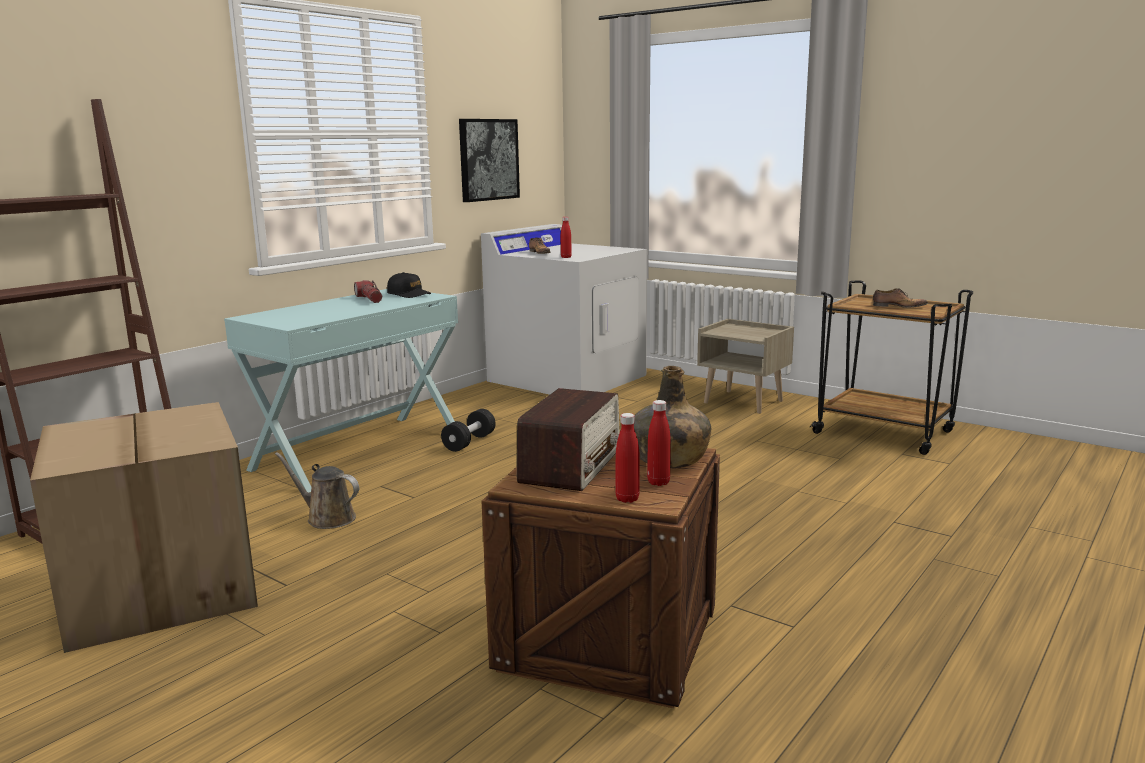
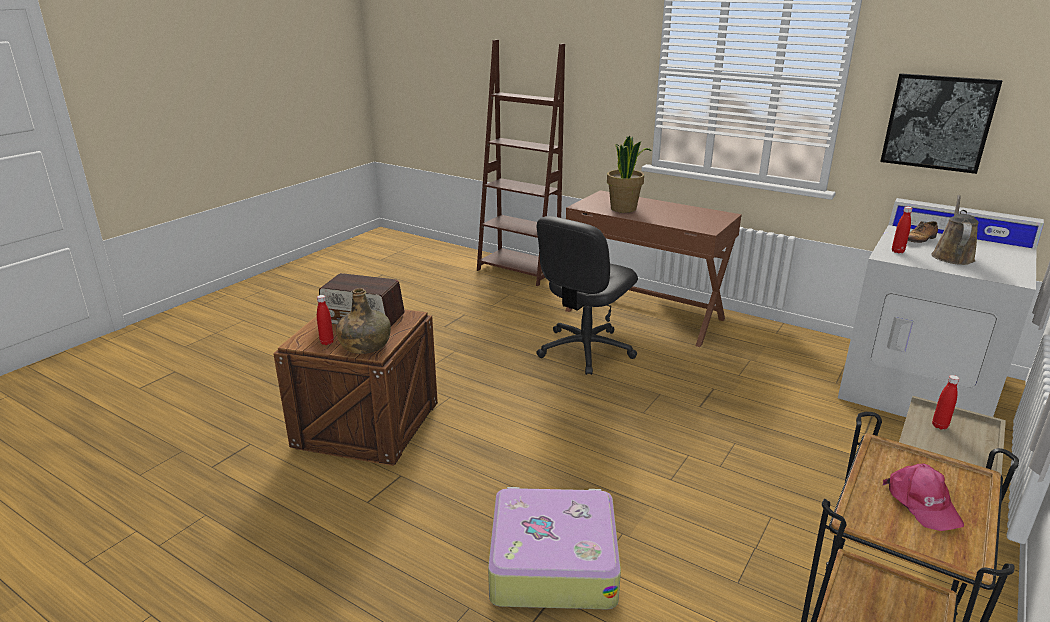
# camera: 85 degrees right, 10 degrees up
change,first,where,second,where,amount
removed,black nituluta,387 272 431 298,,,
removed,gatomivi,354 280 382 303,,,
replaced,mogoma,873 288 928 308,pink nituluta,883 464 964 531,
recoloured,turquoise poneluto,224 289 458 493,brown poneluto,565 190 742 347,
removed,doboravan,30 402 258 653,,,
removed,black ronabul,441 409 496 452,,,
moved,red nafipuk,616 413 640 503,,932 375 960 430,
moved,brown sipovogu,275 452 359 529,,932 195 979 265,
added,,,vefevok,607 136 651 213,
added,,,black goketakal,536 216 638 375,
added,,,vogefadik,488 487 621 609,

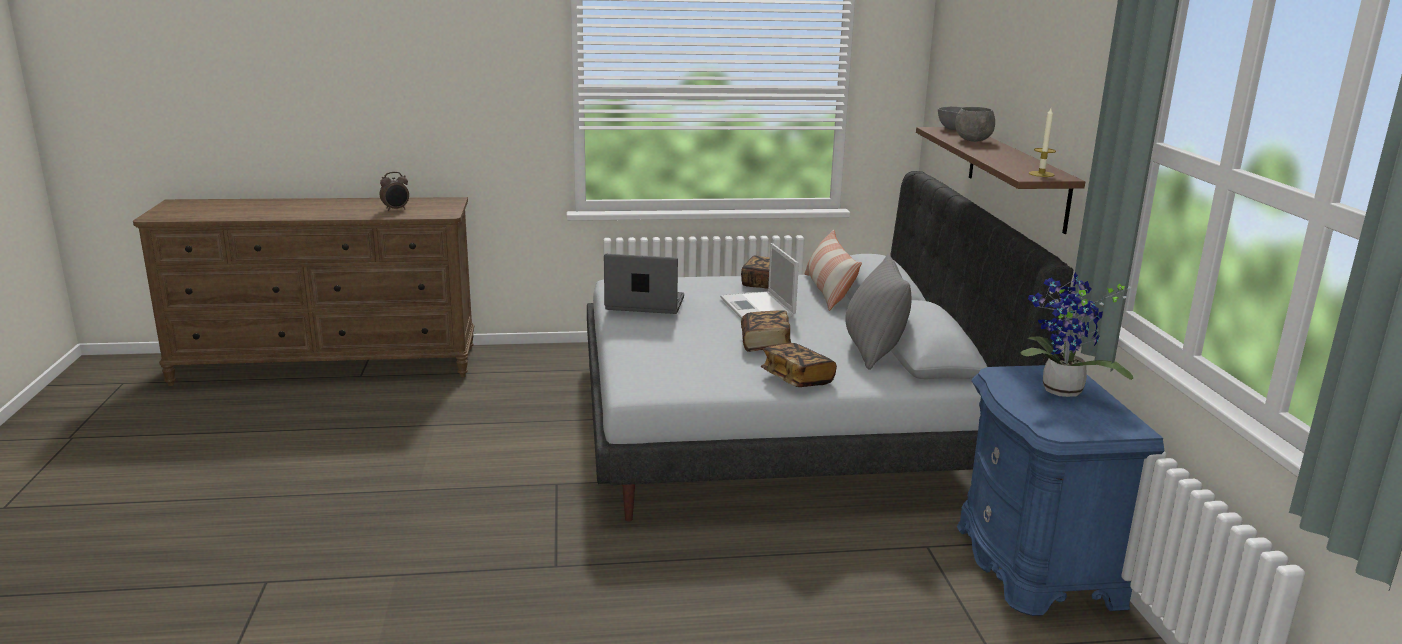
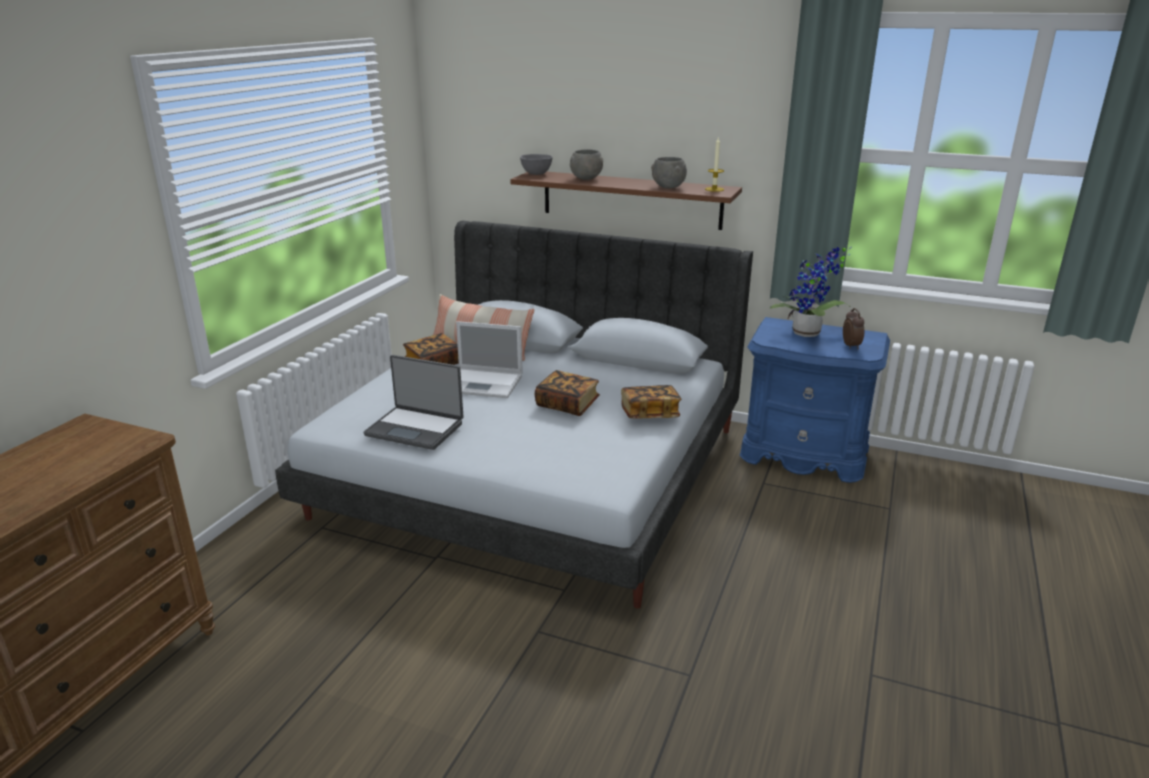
# camera: 60 degrees left, 5 degrees up
change,first,where,second,where,amount
moved,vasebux,380 172 409 211,,843 308 864 349,
turned,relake,604 254 684 314,,364 355 463 450,105 degrees counterclockwise
removed,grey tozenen,845 255 911 370,,,
added,,,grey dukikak,651 157 687 189,

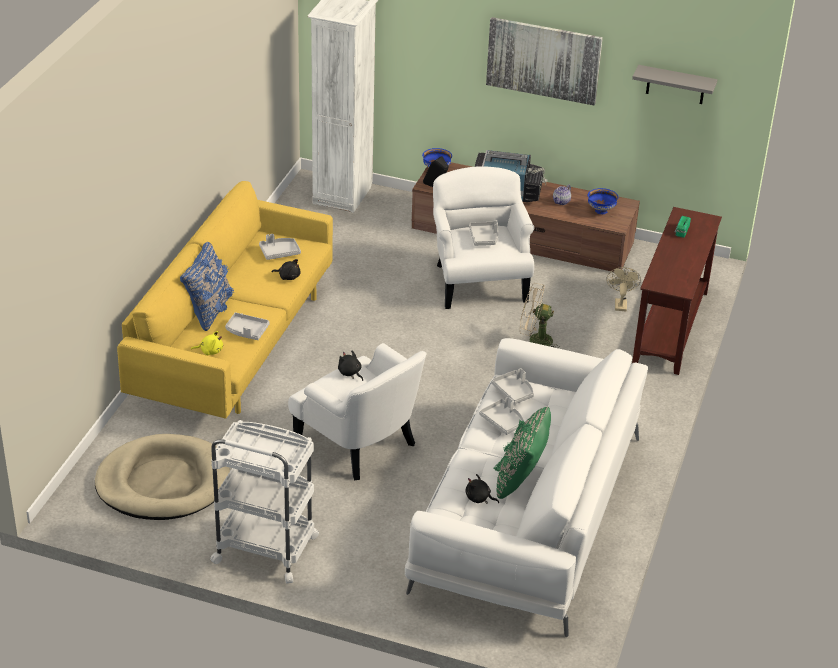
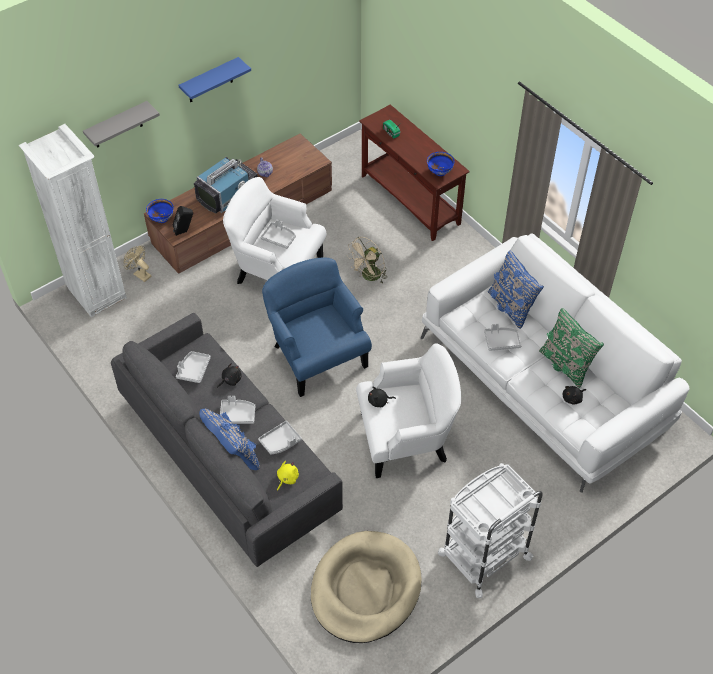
# camera: 55 degrees left, 15 degrees up
change,first,where,second,where,amount
replaced,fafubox,486 17 603 105,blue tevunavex,178 57 251 102,
moved,grey tevunavex,632 65 718 104,,83 101 160 148,
recoloured,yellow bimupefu,117 181 333 419,grey bimupefu,111 313 343 567,
moved,blue dukikak,588 188 618 214,,427 152 455 176,
moved,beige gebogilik,606 267 641 311,,124 246 152 282,
moved,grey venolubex,491 368 534 404,,220 396 255 424,
added,,,blue tozenen,488 250 544 329,
added,,,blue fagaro,262 257 372 397,

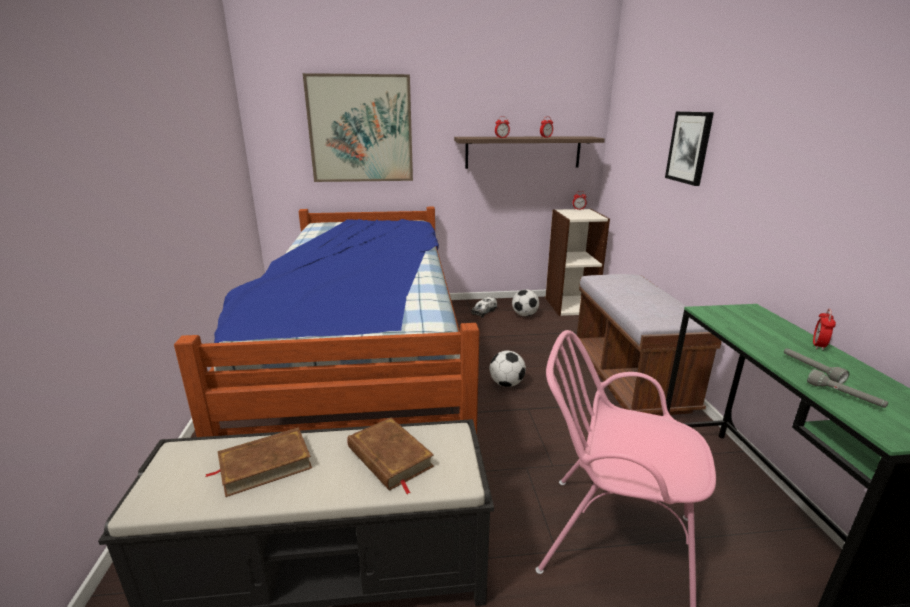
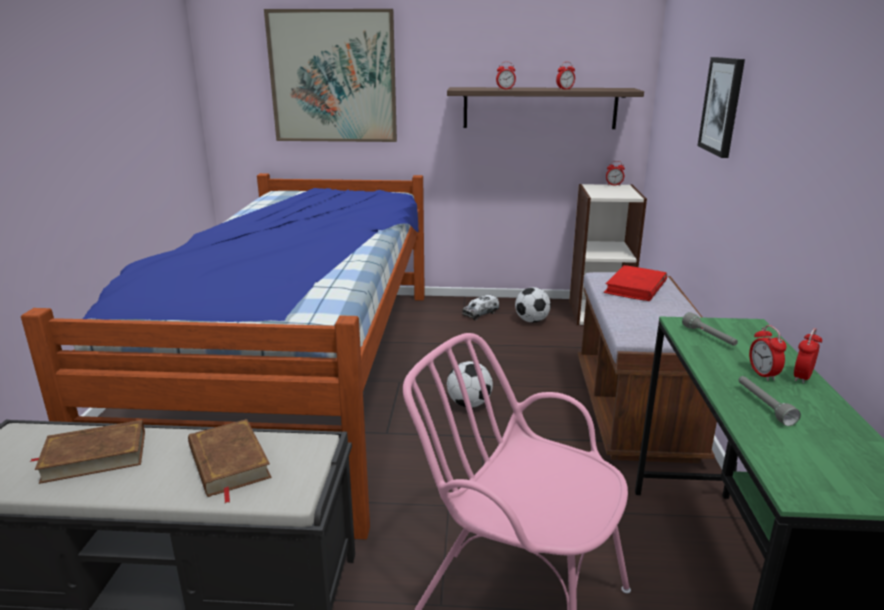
# camera: 10 degrees right, 0 degrees up
change,first,where,second,where,amount
moved,grey gatomivi,807 369 888 408,,682 312 738 346,
added,,,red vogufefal,604 265 667 301,
added,,,vasebux,749 325 787 381,

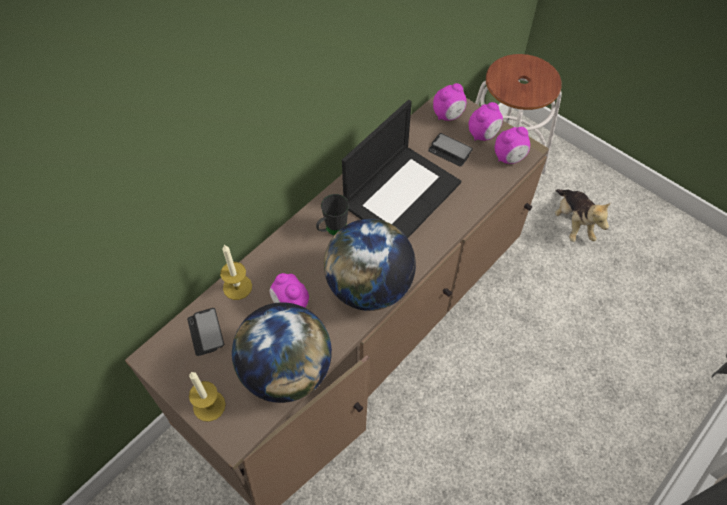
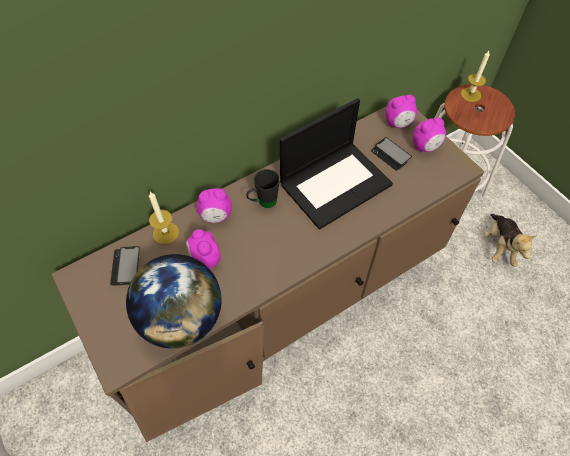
# camera: 15 degrees right, 0 degrees up
change,first,where,second,where,amount
moved,vasebux,495 127 530 164,,197 188 232 223,
removed,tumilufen,324 219 416 311,,,
moved,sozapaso,189 372 226 422,,461 51 490 102,

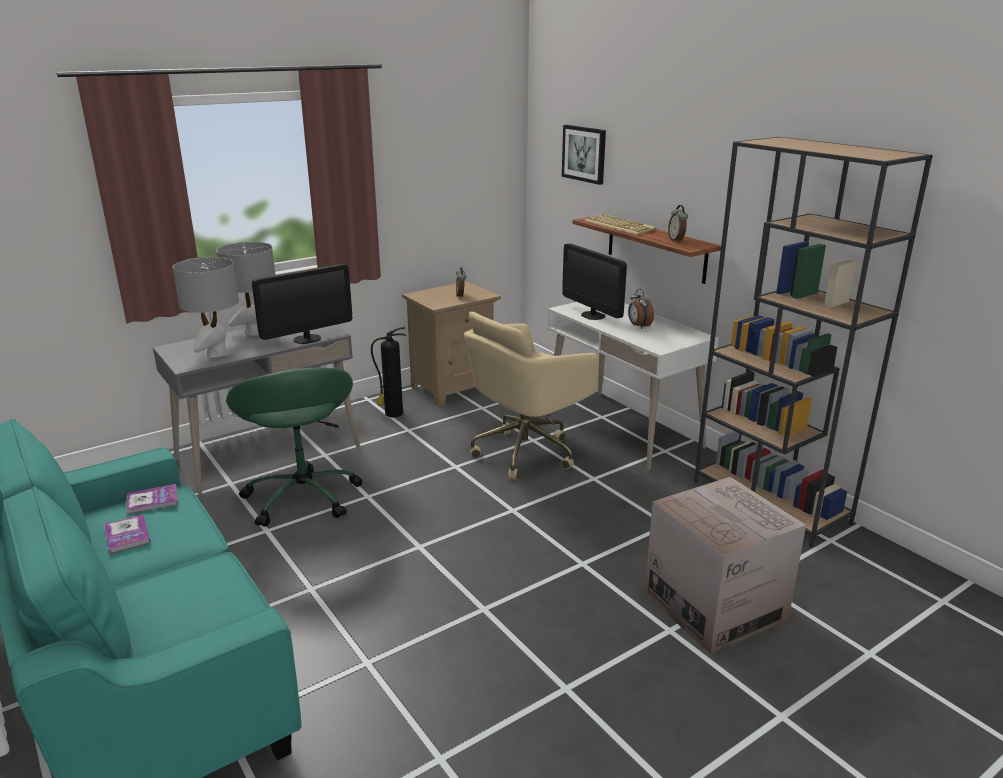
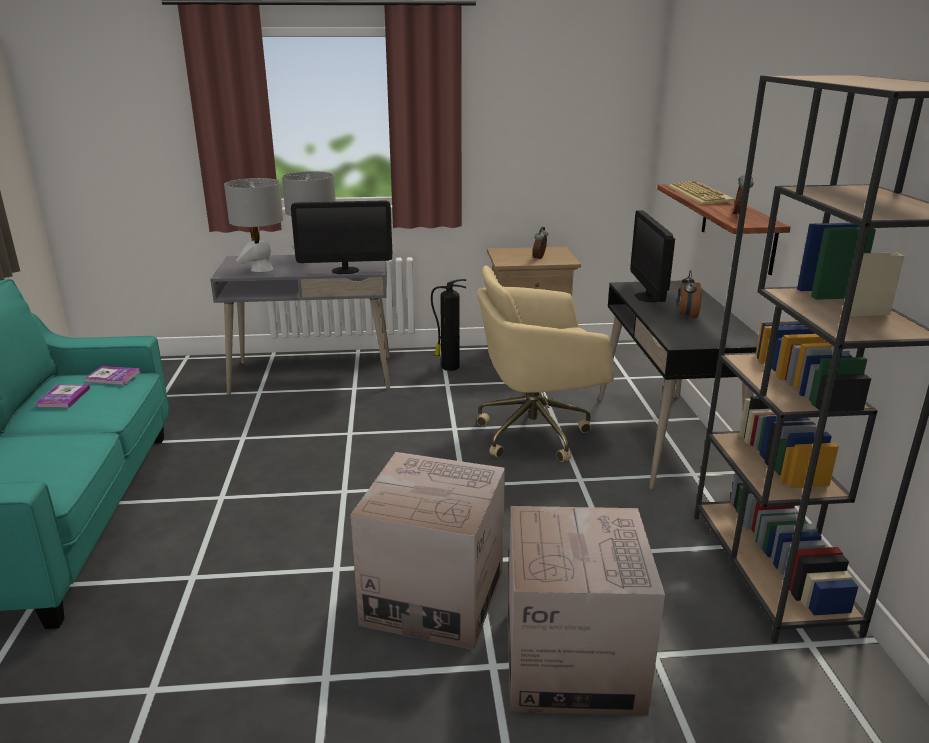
# camera: 30 degrees right, 0 degrees up
change,first,where,second,where,amount
removed,fafubox,562 125 606 185,,,
recoloured,white poneluto,548 302 719 471,black poneluto,599 281 759 490,
removed,green goketakal,226 368 363 526,,,
added,,,doboravan,350 452 505 650,

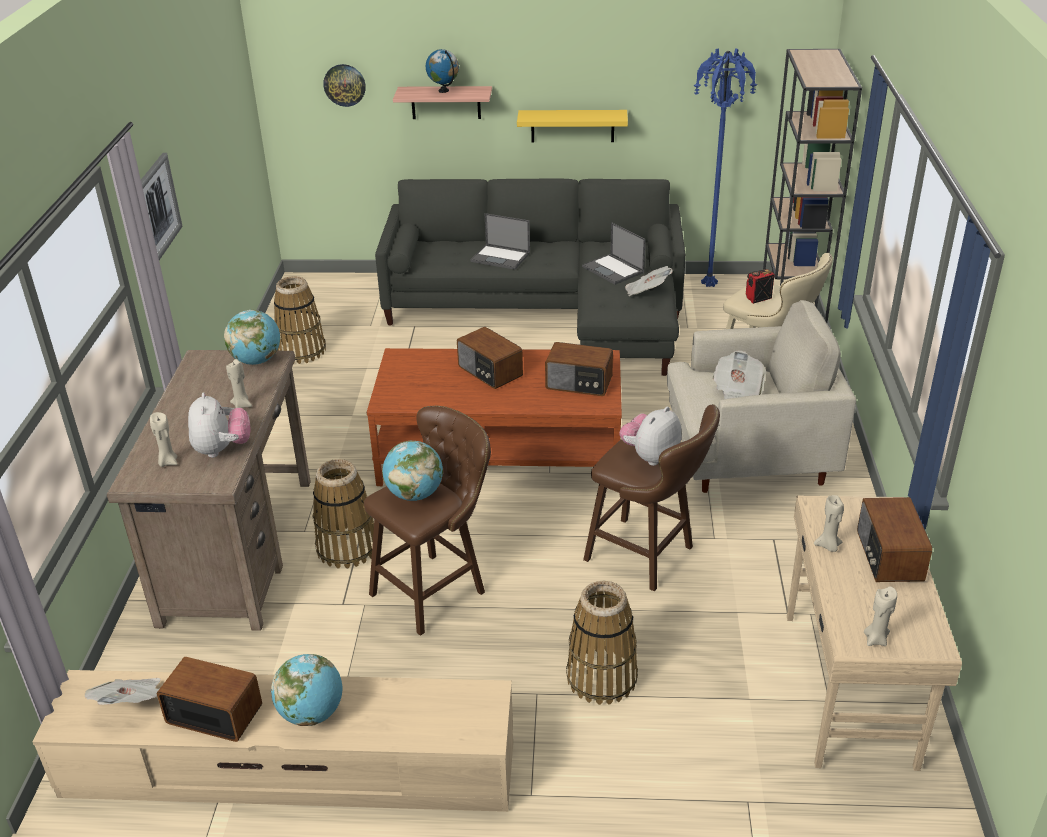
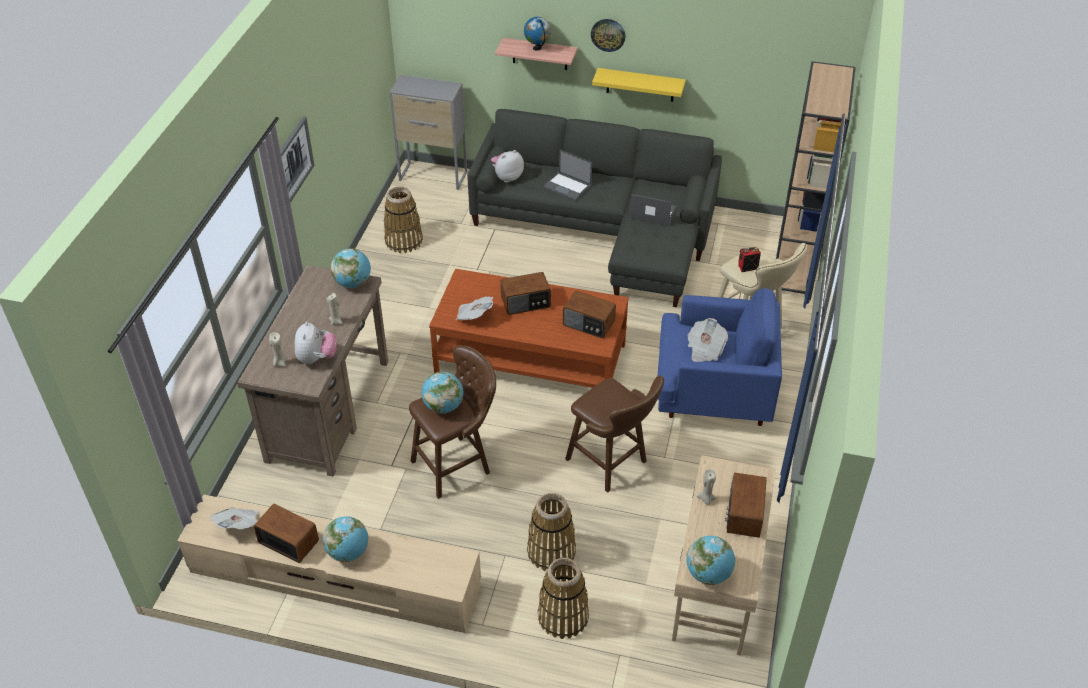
# camera: 10 degrees right, 10 degrees up
change,first,where,second,where,amount
removed,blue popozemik,694 48 757 287,,,
moved,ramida,323 64 366 107,,591 19 625 52,
turned,relake,582 222 646 285,,630 194 676 226,135 degrees clockwise
moved,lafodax,625 266 672 296,,456 297 493 320,
recoloured,beige fagaro,667 300 856 493,blue fagaro,657 288 782 426,
turned,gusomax,457 327 523 389,,500 272 551 315,75 degrees counterclockwise
moved,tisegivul,620 406 682 466,,491 150 524 183,
moved,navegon,313 459 374 569,,538 558 589 639,
replaced,beige sozapaso,864 586 897 646,tumilufen,687 536 735 585,
added,,,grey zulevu,389 75 467 190,

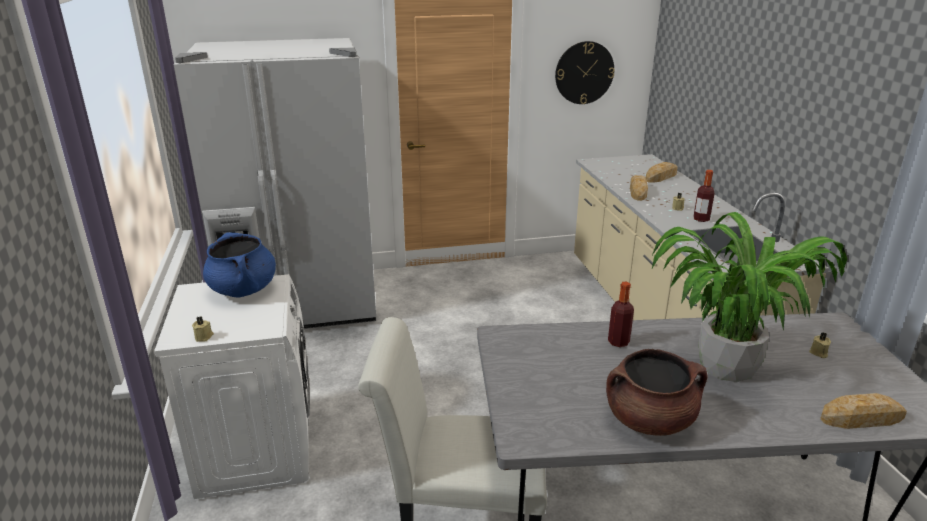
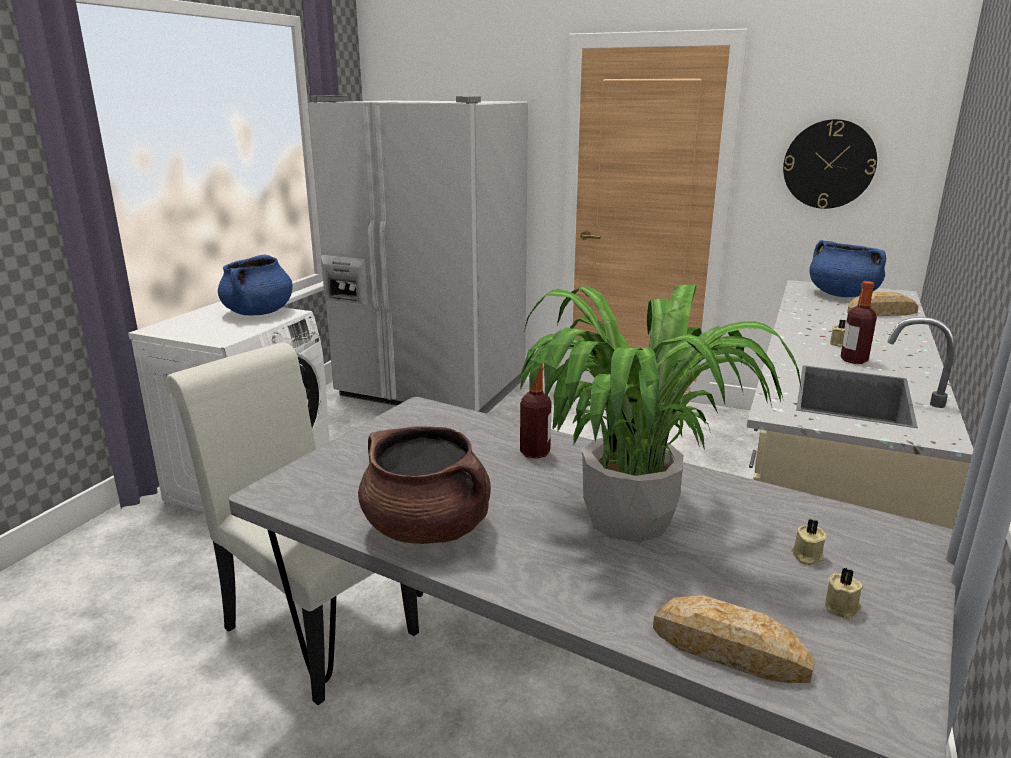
# camera: 35 degrees right, 5 degrees down
change,first,where,second,where,amount
removed,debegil,630 175 648 201,,,
moved,beige sozapaso,192 317 214 342,,825 568 863 619,
added,,,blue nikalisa,810 240 886 297,

